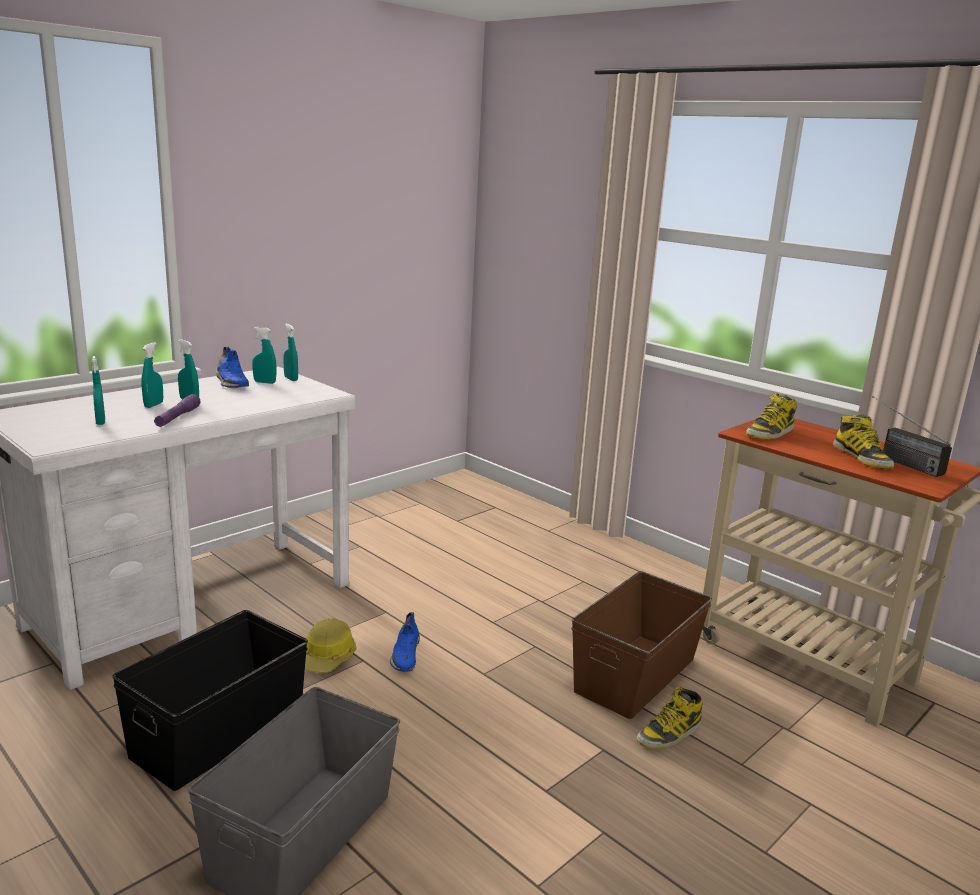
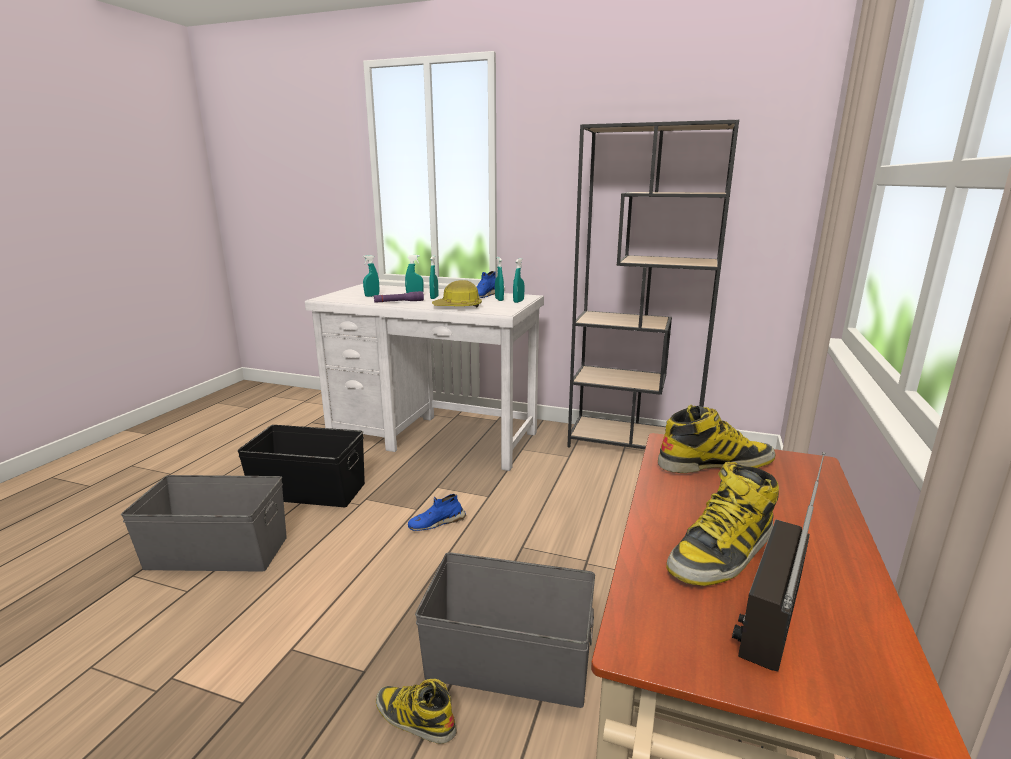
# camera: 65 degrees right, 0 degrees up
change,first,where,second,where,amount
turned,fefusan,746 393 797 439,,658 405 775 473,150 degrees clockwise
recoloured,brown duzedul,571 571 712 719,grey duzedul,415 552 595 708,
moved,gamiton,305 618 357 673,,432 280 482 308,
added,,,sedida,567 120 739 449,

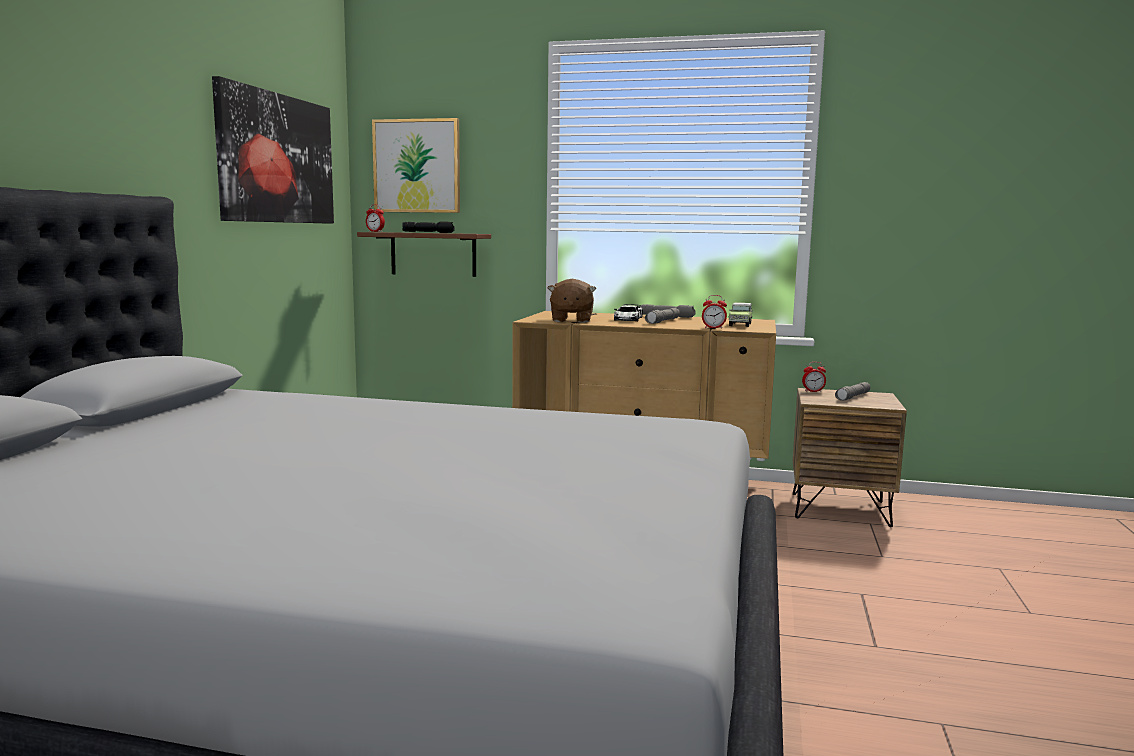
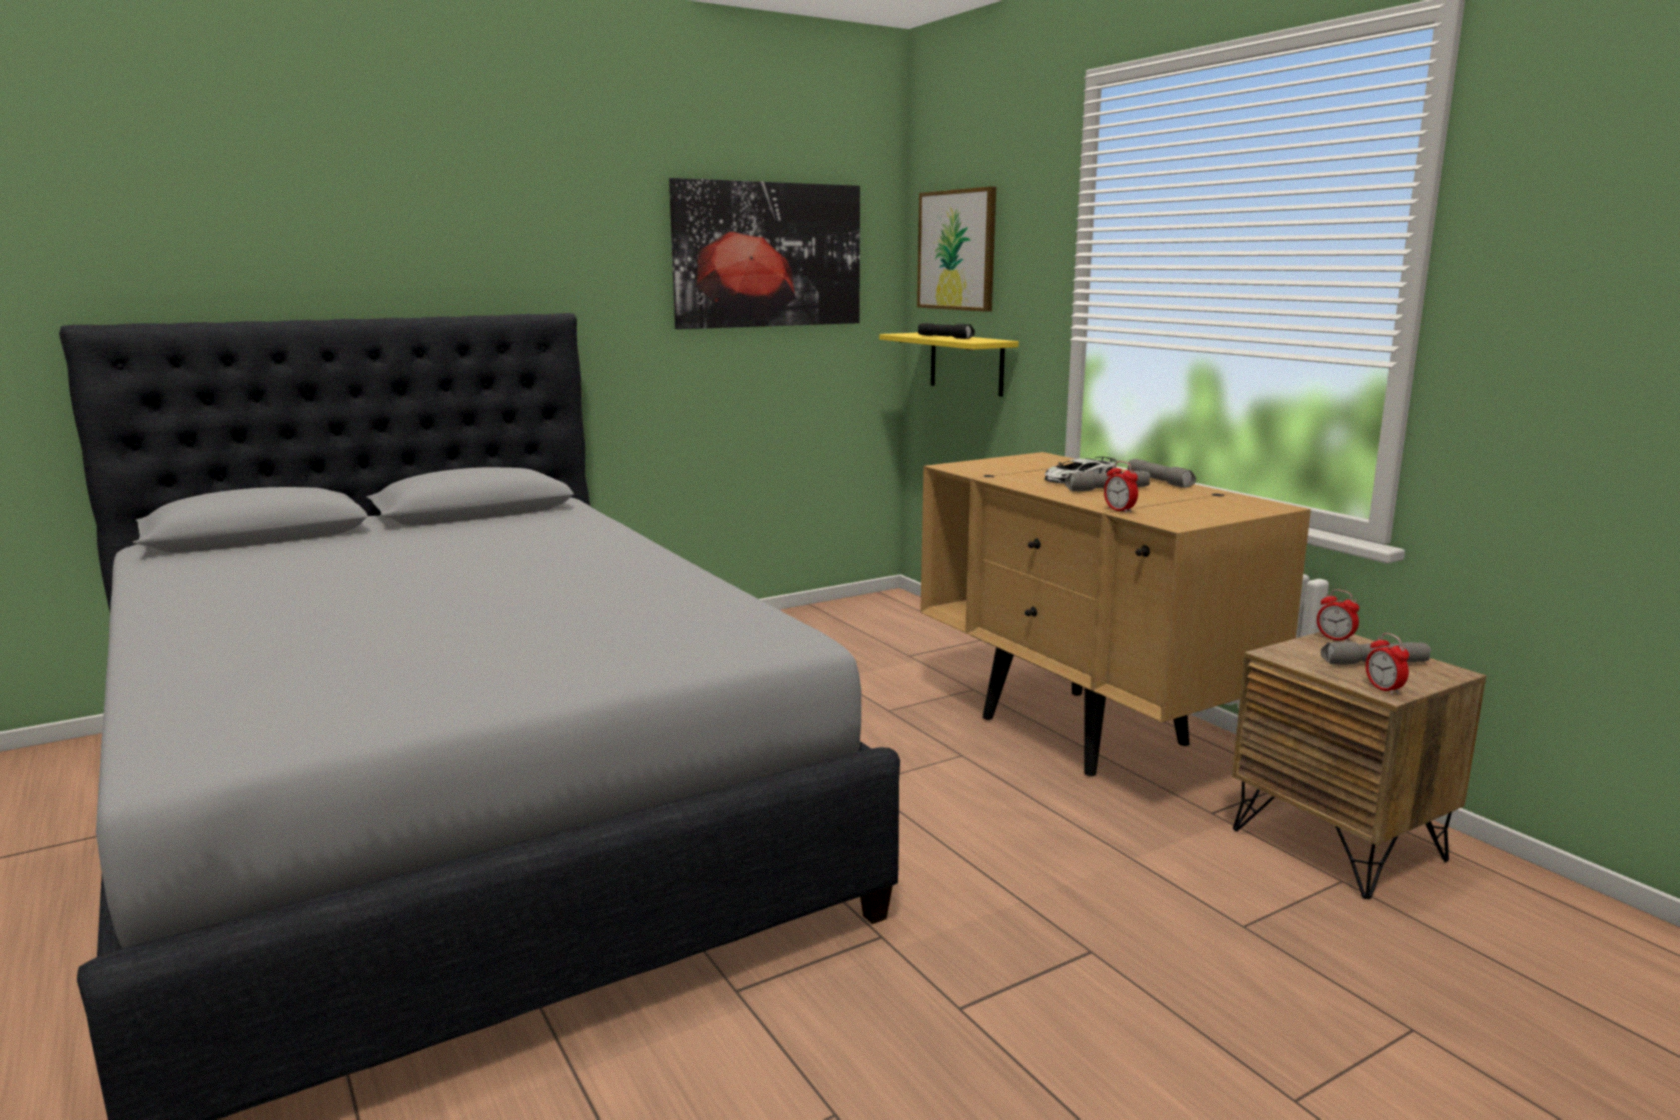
# camera: 45 degrees right, 5 degrees up
change,first,where,second,where,amount
moved,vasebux,366 204 385 232,,1366 633 1409 695,
recoloured,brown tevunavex,357 232 491 277,yellow tevunavex,879 333 1019 397,
removed,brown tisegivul,548 279 596 323,,,
removed,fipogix,729 302 753 327,,,

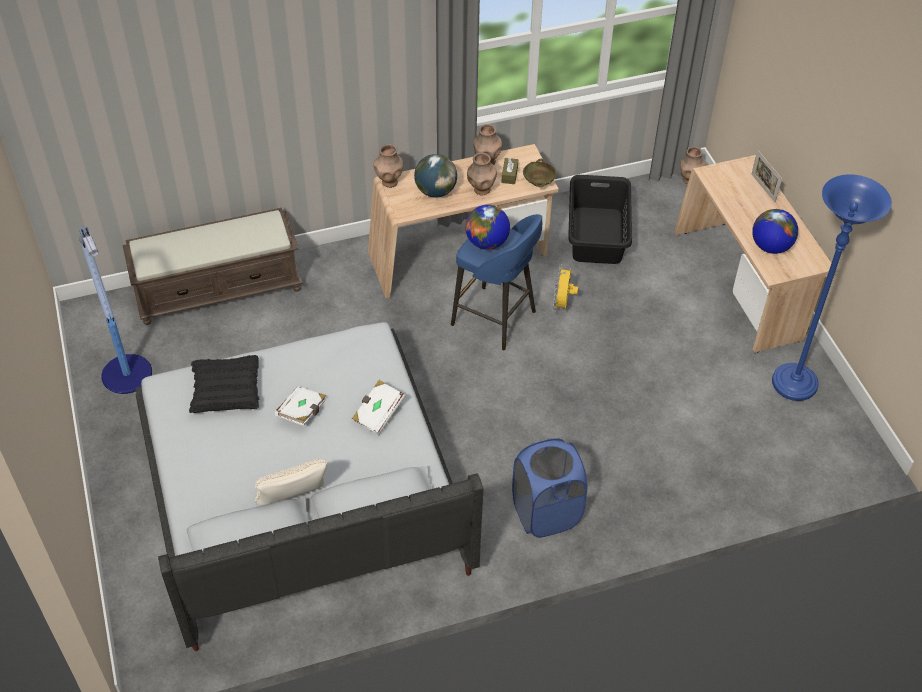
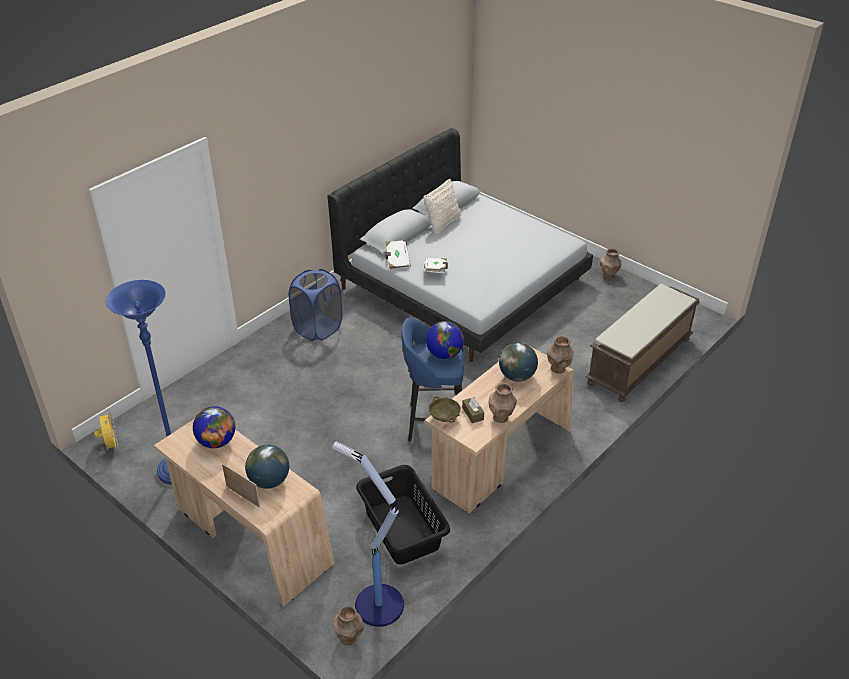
# camera: 150 degrees right, 10 degrees down
change,first,where,second,where,amount
moved,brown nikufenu,467 152 497 195,,600 248 621 279,
moved,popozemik,80 226 152 394,,333 441 404 627,
moved,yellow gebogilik,552 265 578 312,,94 410 120 451,
removed,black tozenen,189 355 259 413,,,
moved,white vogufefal,275 386 326 426,,386 240 411 270,
added,,,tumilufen,245 445 289 489,

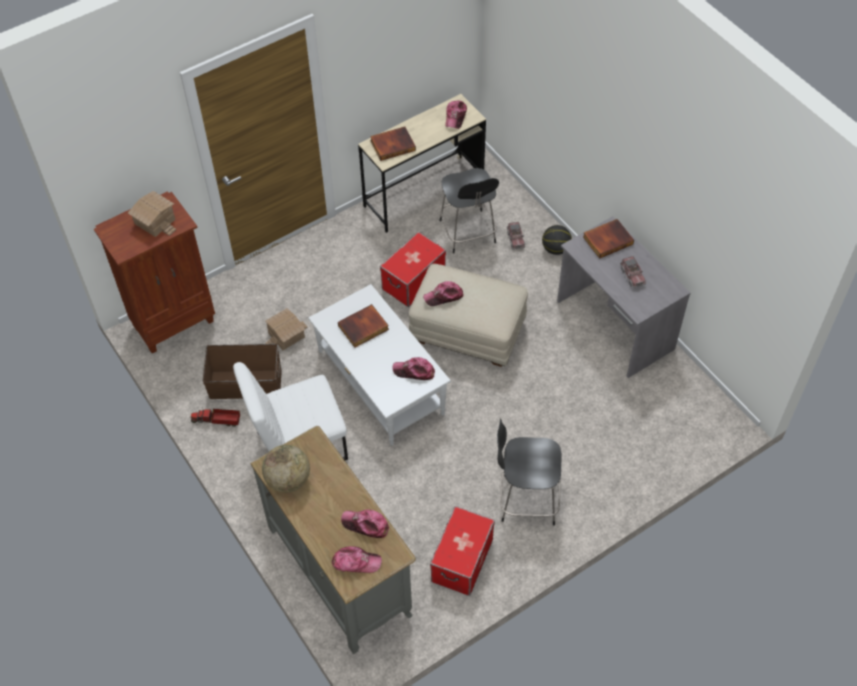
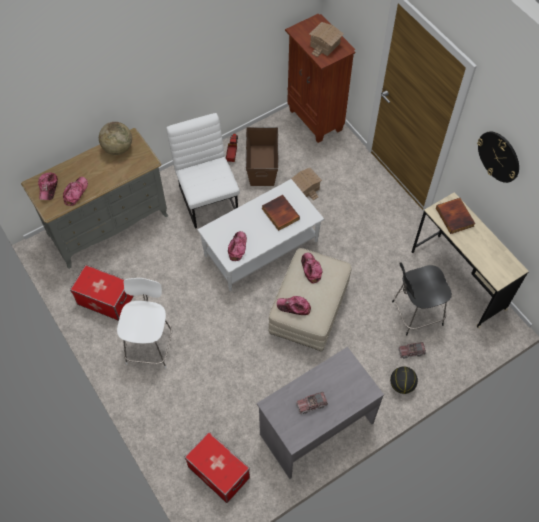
# camera: 90 degrees right, 5 degrees up
change,first,where,second,where,amount
moved,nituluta,445 100 467 129,,277 296 311 315,
removed,vogufefal,583 219 634 259,,,
moved,duzedul,380 232 446 307,,185 432 250 503,
recoloured,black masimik,497 418 562 525,white masimik,117 278 173 369,
added,,,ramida,477 131 519 183,

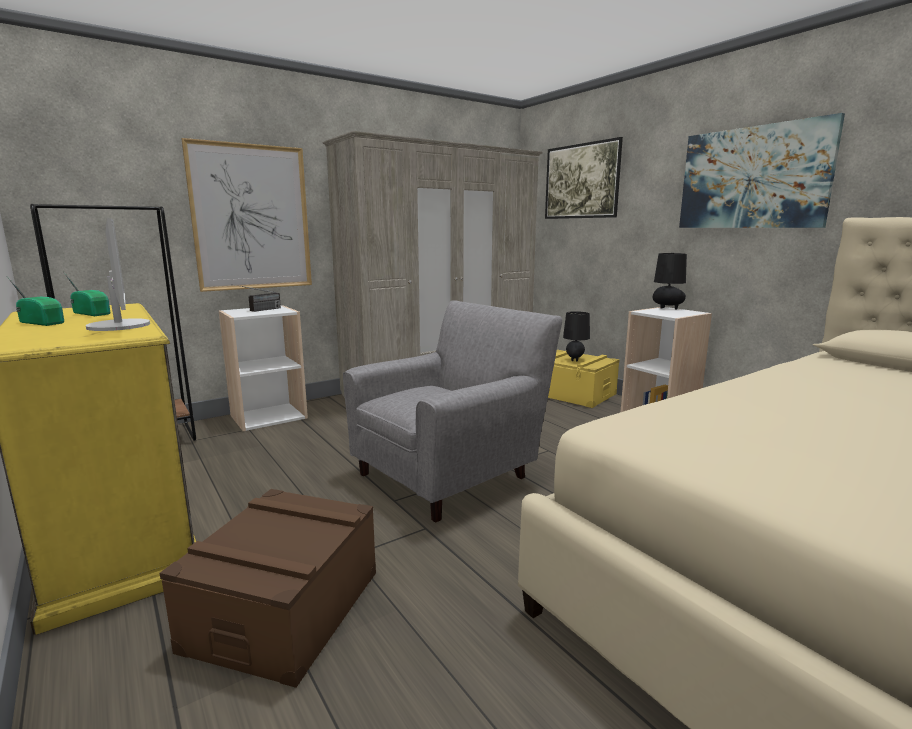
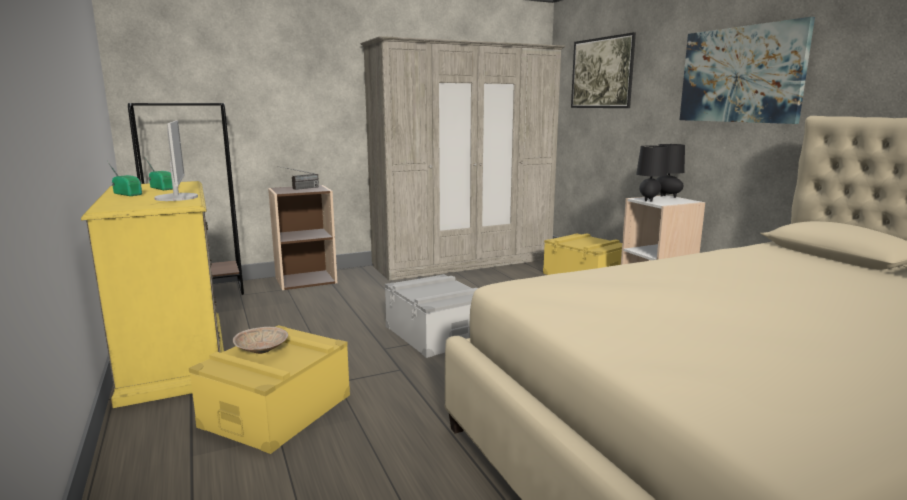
# camera: 10 degrees right, 0 degrees up
change,first,where,second,where,amount
removed,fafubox,181 138 312 292,,,
replaced,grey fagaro,343 300 562 523,grey duzedul,385 274 478 358,
recoloured,white sedida,219 305 308 431,brown sedida,268 185 337 290,
moved,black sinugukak,563 311 590 361,,636 146 668 202,
recoloured,brown duzedul,160 489 376 688,yellow duzedul,189 325 350 454,
added,,,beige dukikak,233 327 288 354,

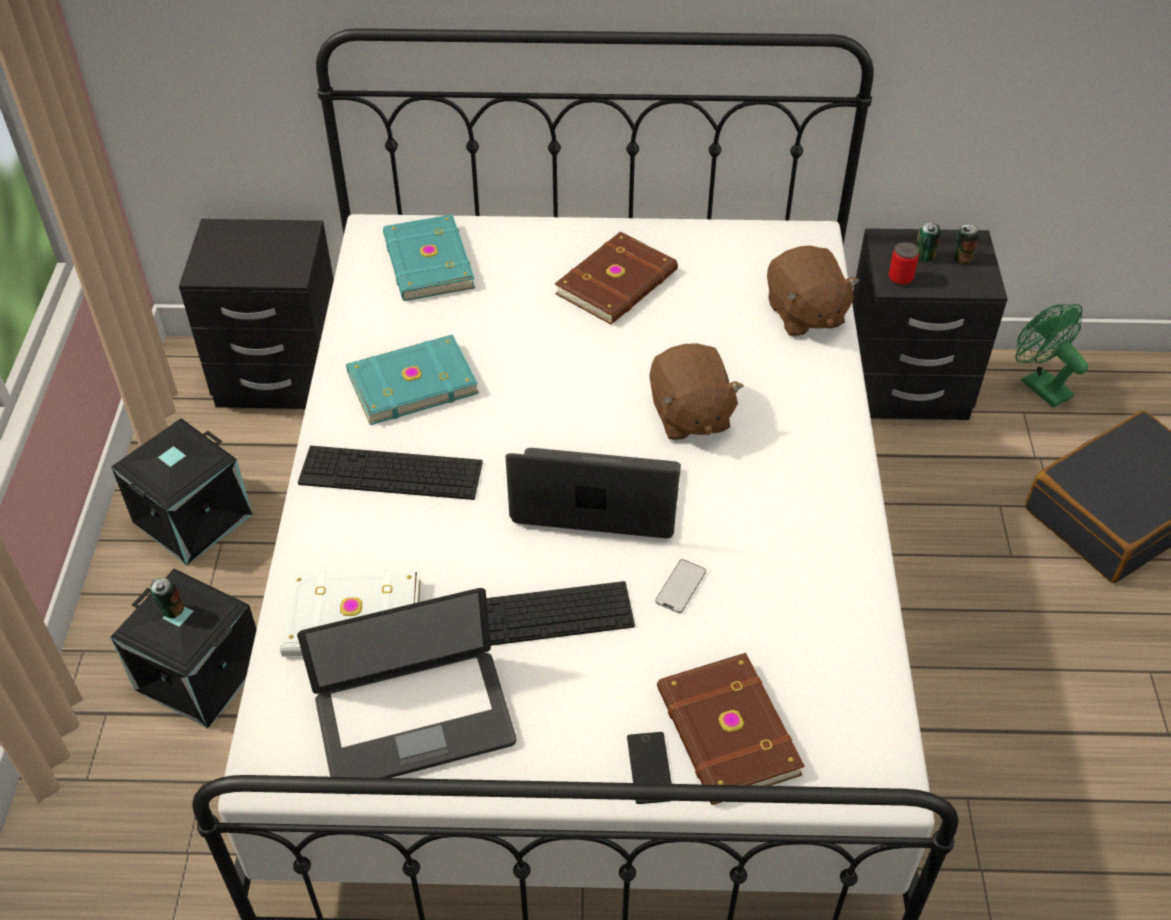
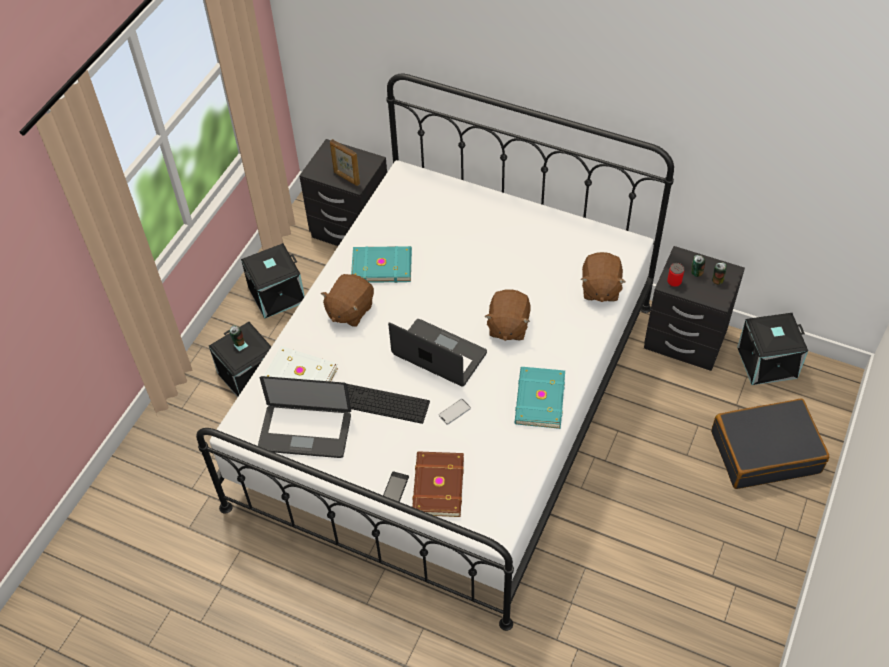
# camera: 25 degrees right, 5 degrees up
change,first,where,second,where,amount
moved,turquoise vogufefal,383 214 475 301,,515 367 565 429,
removed,brown vogufefal,555 231 678 325,,,
replaced,green gebogilik,1015 304 1088 408,black duzedul,737 313 808 385,
replaced,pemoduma,298 446 483 500,brown tisegivul,321 274 374 327,
added,,,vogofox,330 139 360 186,

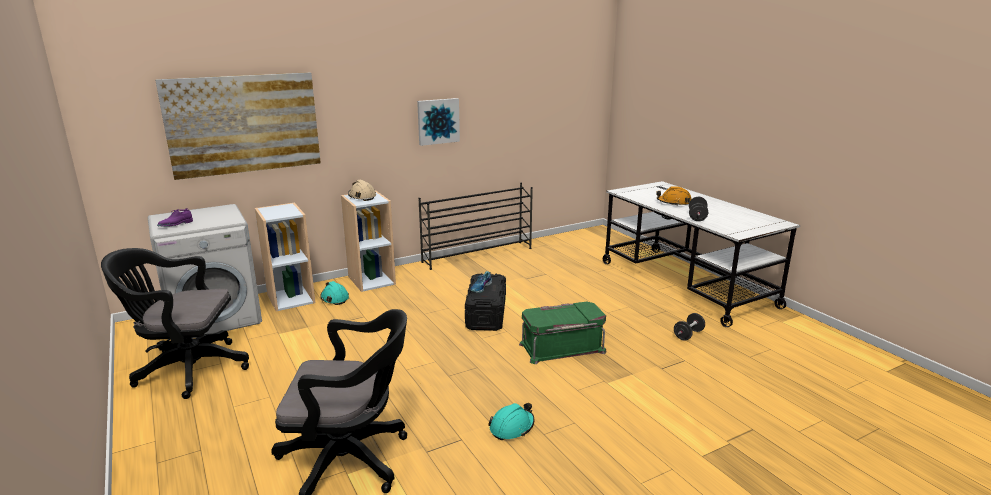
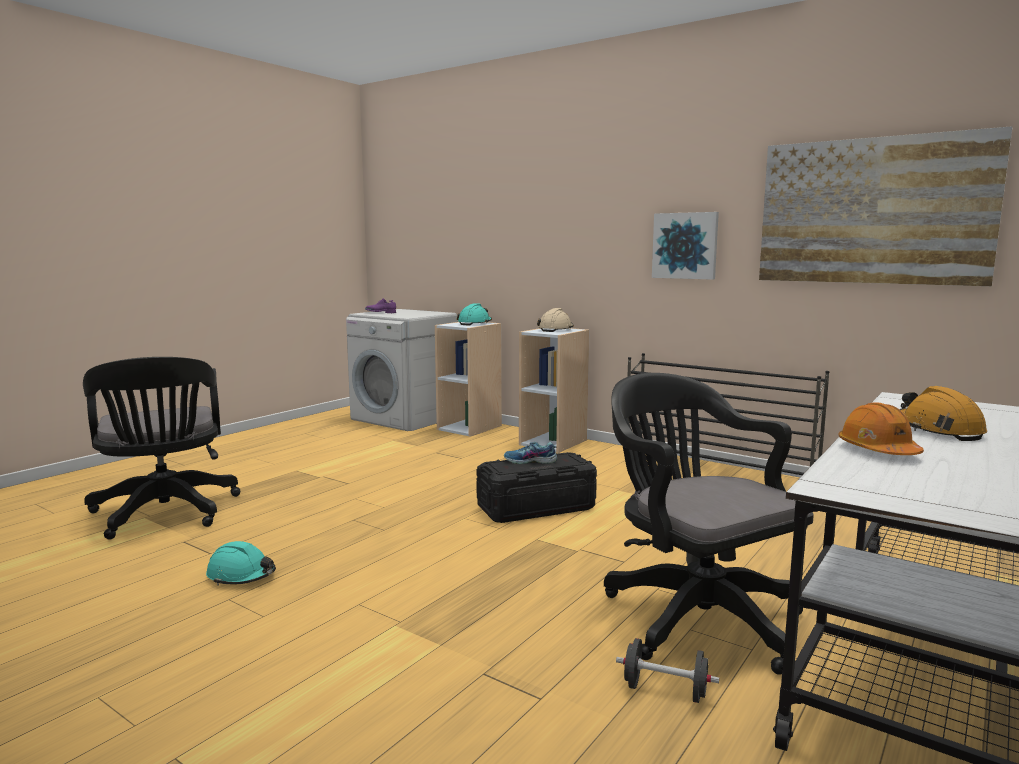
# camera: 65 degrees right, 10 degrees down
change,first,where,second,where,amount
moved,fafubox,155 72 321 180,,759 126 1012 286,
replaced,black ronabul,689 197 708 221,orange gamiton,839 402 924 455,
moved,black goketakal,101 248 249 399,,604 373 814 675,
moved,turquoise gamiton,320 281 349 305,,457 303 492 325,
removed,green duzedul,519 302 607 364,,,

